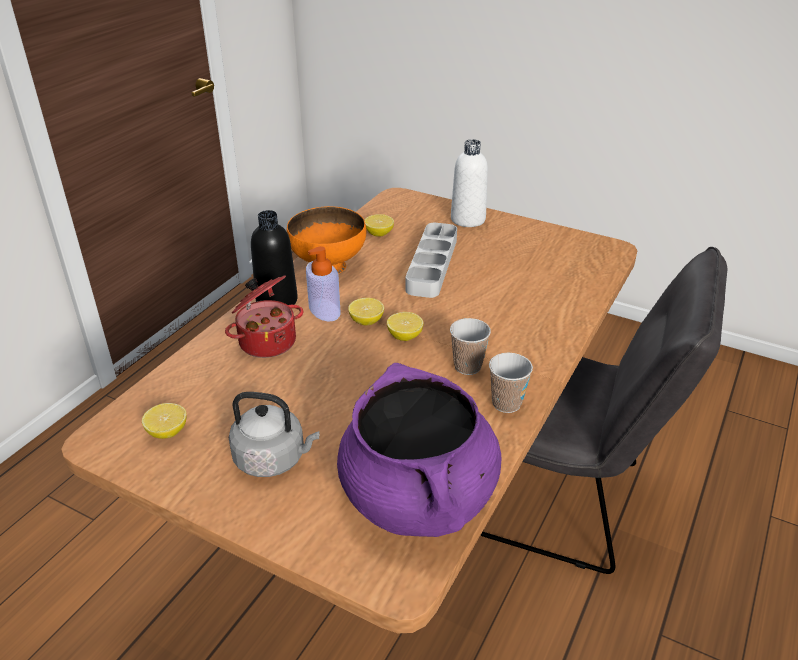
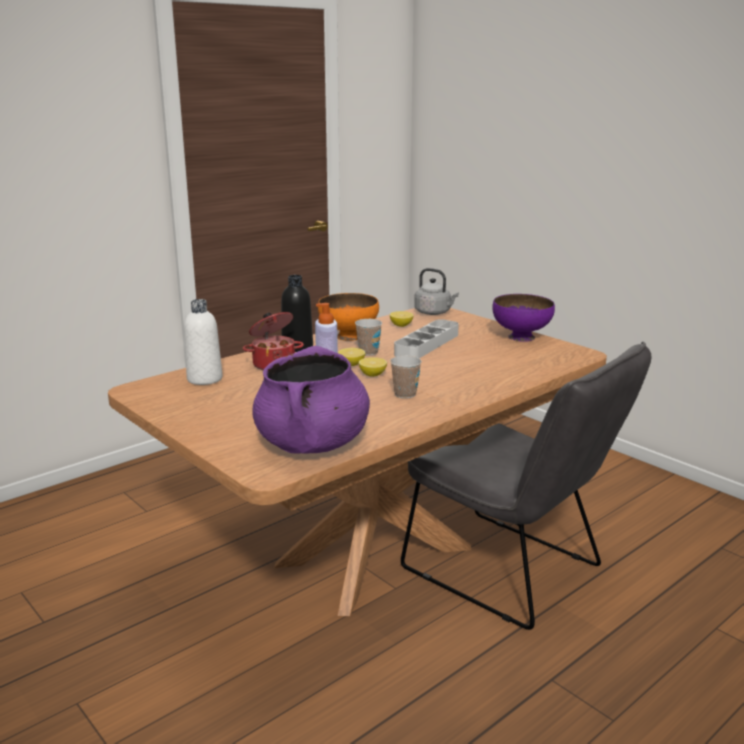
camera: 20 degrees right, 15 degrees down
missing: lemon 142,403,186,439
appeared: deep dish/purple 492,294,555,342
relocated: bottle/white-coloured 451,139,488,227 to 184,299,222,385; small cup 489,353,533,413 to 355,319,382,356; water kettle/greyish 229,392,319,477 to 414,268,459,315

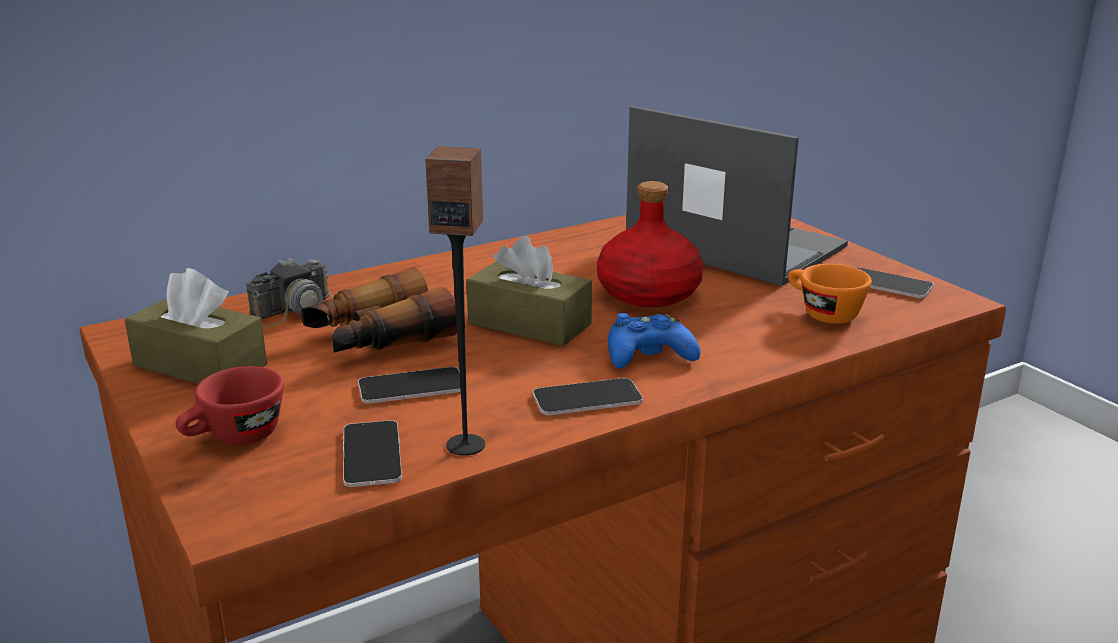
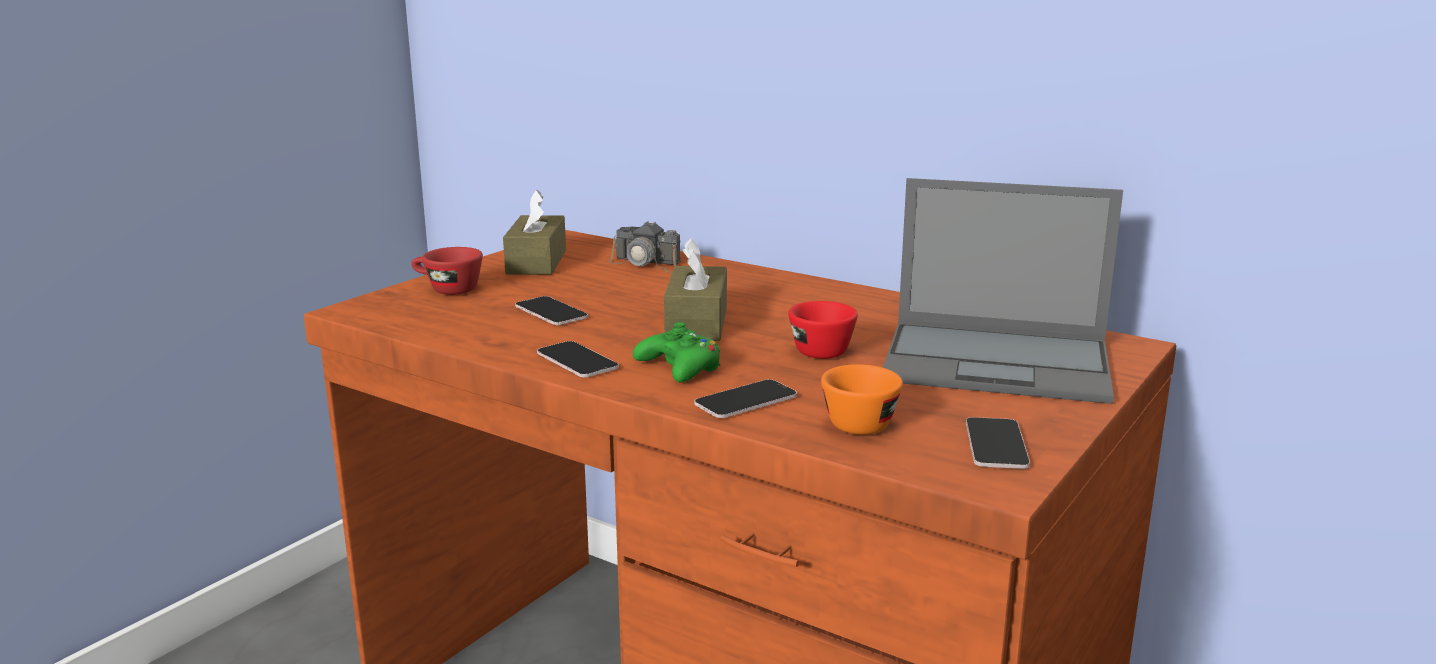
camera: 65 degrees right, 5 degrees down
missing: field glasses 301,267,457,352; audio speaker 425,146,485,456
relocated: telephone 343,420,402,487 to 694,379,797,418
exchanged: bottle/red 597,181,703,307 to small cup/red 788,301,858,359
colour: game controller/bluish 608,313,700,368 to game controller/greenish 633,322,720,382
spun: laptop 626,106,848,286 = 883,178,1123,404 90 degrees clockwise

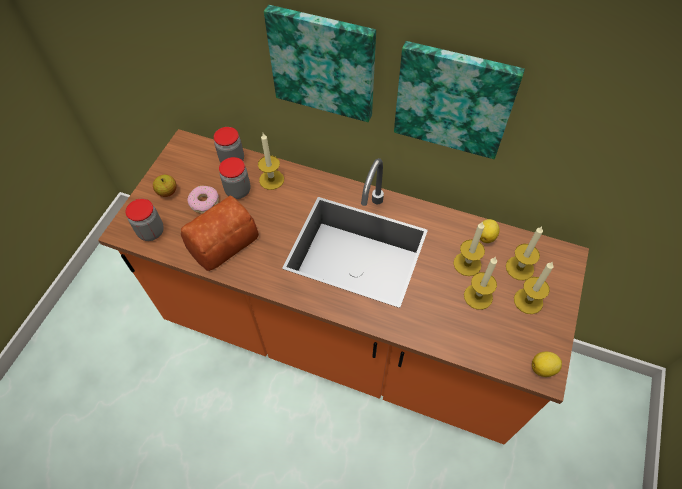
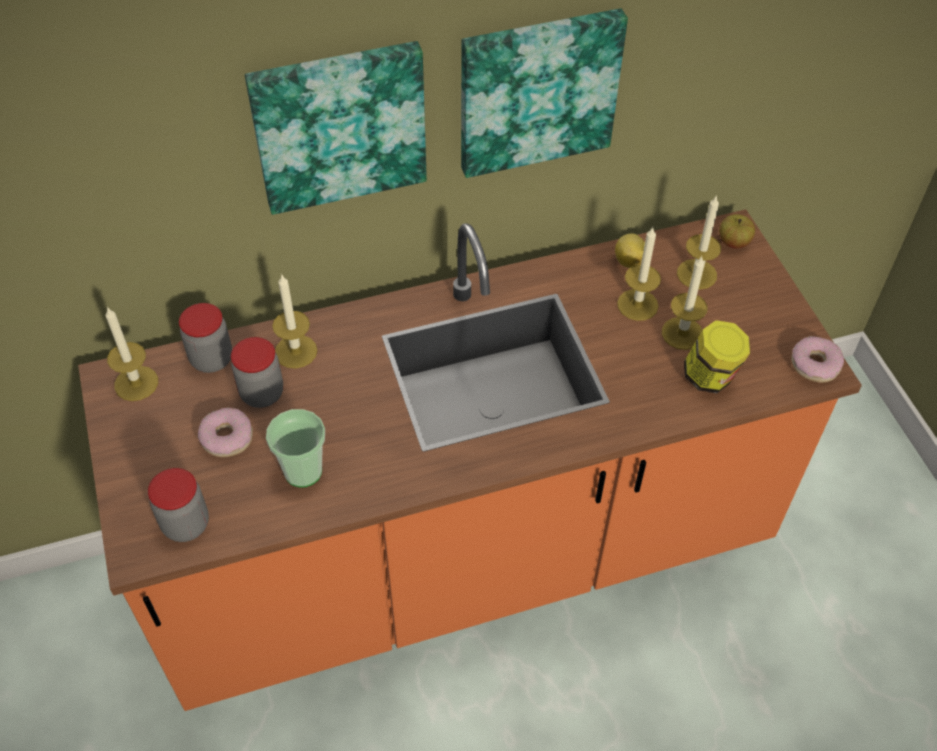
camera: 40 degrees left, 5 degrees down
appeared: preserve jar 684,320,750,393
relocated: wax light 514,261,554,314 to 105,307,158,401; whole apple 153,175,177,197 to 719,214,755,248
exchanged: baked bread 181,196,259,271 to small cup 266,409,325,487; lemon 532,352,562,377 to ring doughnut 792,336,844,383

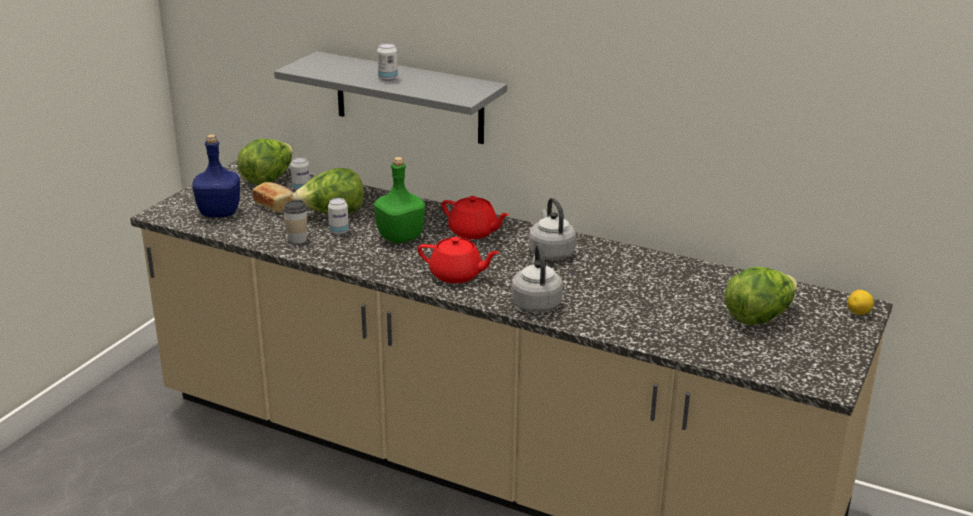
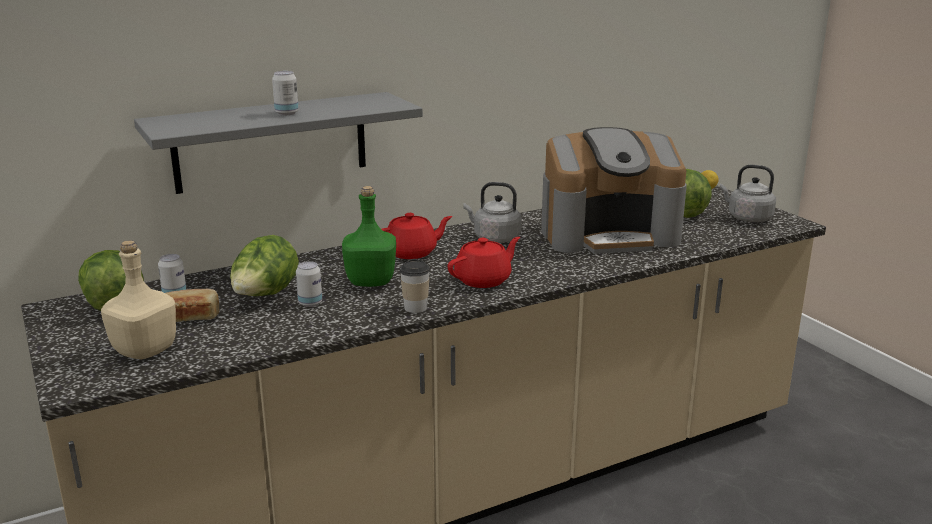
camera: 55 degrees left, 5 degrees down
appeared: coffee brewer 541,127,687,254
relocated: small cup 283,200,308,244 to 400,259,430,313; water kettle/greyish 511,244,563,313 to 720,165,776,222
colour: bottle/bluish 192,135,240,218 to bottle/beige 101,240,176,359

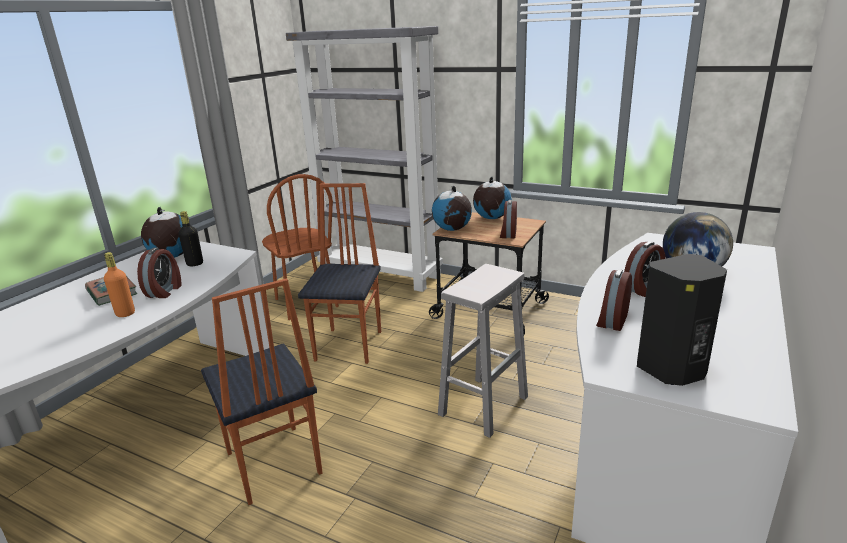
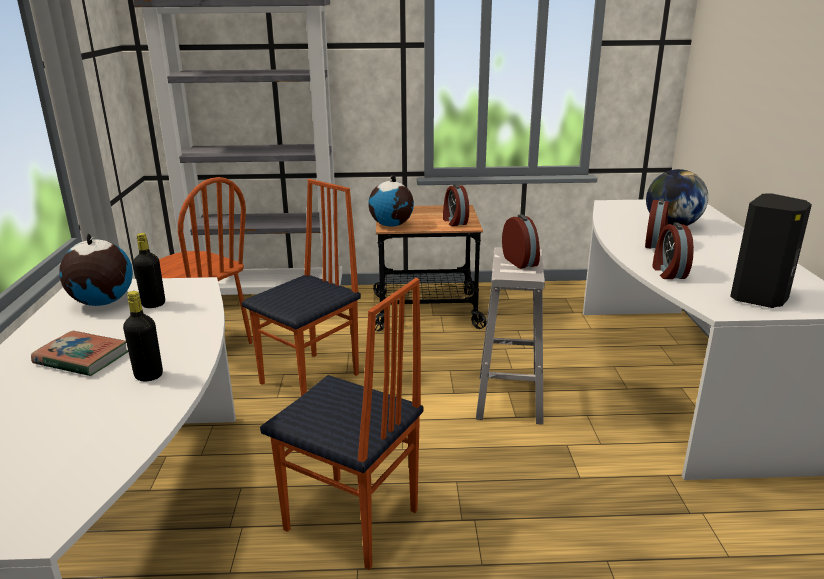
camera: 30 degrees left, 0 degrees up
missing: globe 473,177,512,219
relocated: alarm clock 137,247,181,298 to 502,214,540,269
colour: bottle/orangey 104,252,135,317 to bottle/black-coloured 123,291,163,381
spun: plain chair 298,183,381,364 = 242,179,361,396 60 degrees clockwise

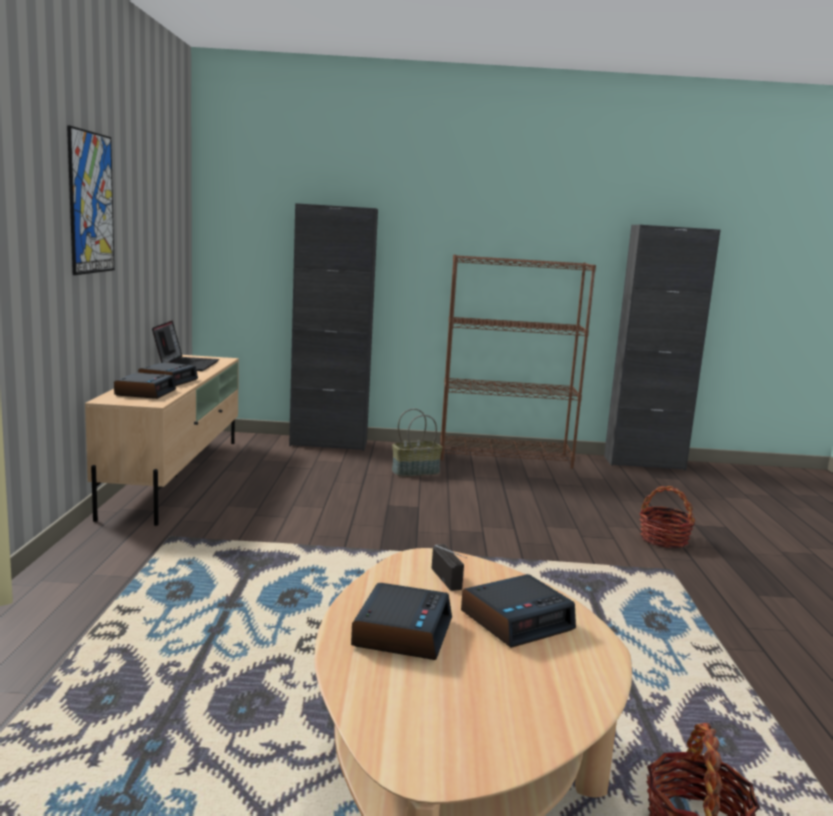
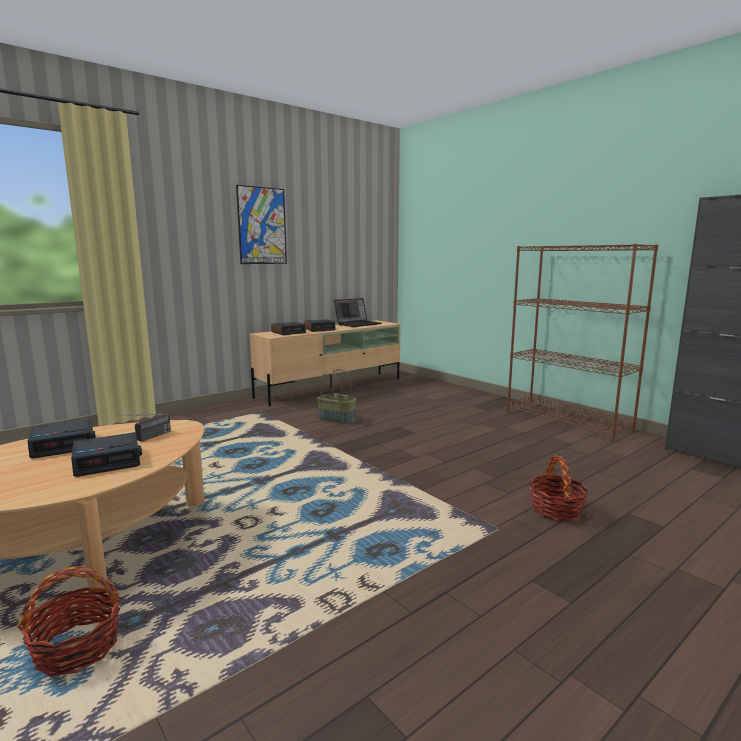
camera: 50 degrees right, 0 degrees up
missing: cupboard/black-coloured 289,203,378,451
relocated: household basket 392,409,443,477 to 317,369,357,424
spun: alarm clock 461,574,576,648 = 71,432,142,477 45 degrees counterclockwise

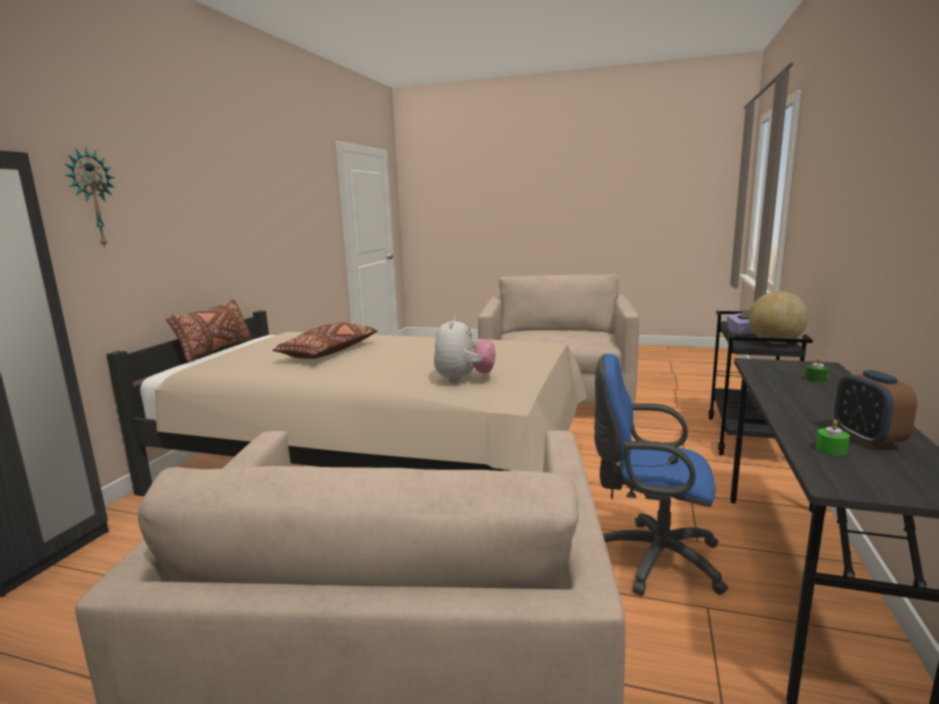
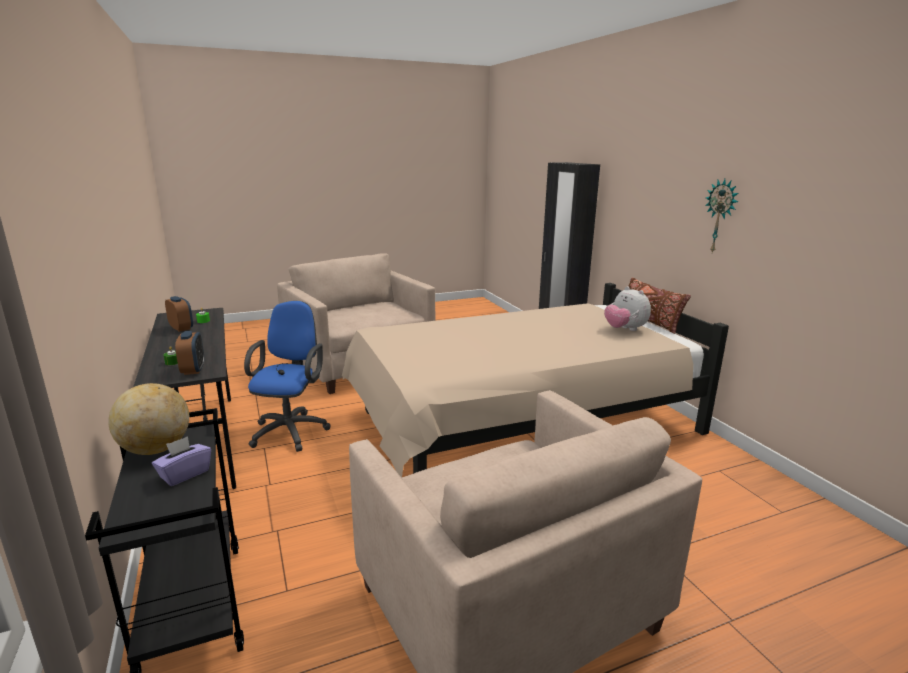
camera: 140 degrees right, 5 degrees up
missing: throw pillow/brown-coloured 272,322,378,359
appeared: alarm clock 175,331,204,375
relocated: soft toy 434,316,495,383 to 604,286,651,331; wall clock 65,147,115,248 to 705,179,739,252
spun: office chair/bluish 594,354,728,596 = 244,301,331,452 60 degrees counterclockwise

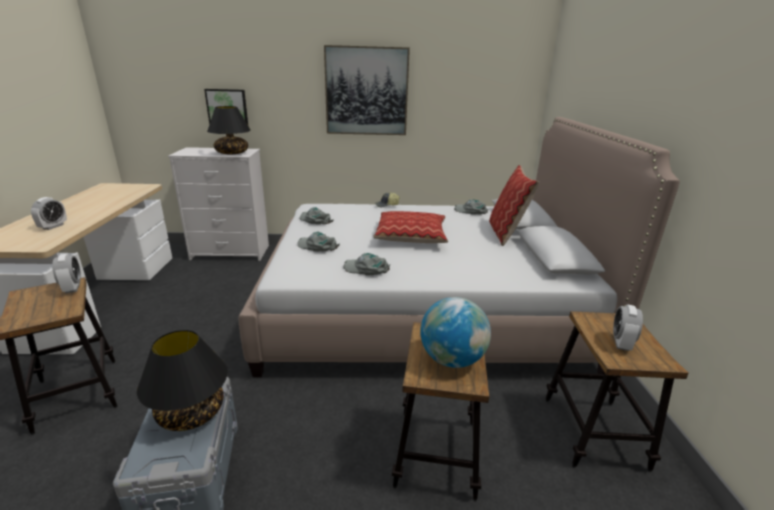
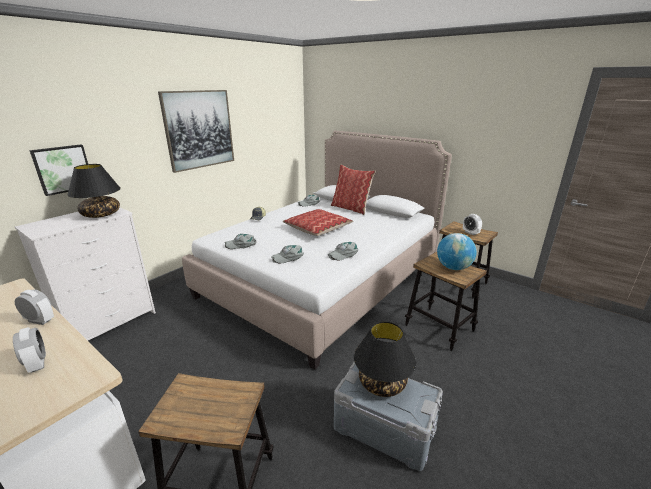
camera: 50 degrees left, 0 degrees up
relocated: alarm clock 52,254,81,293 to 15,290,54,325

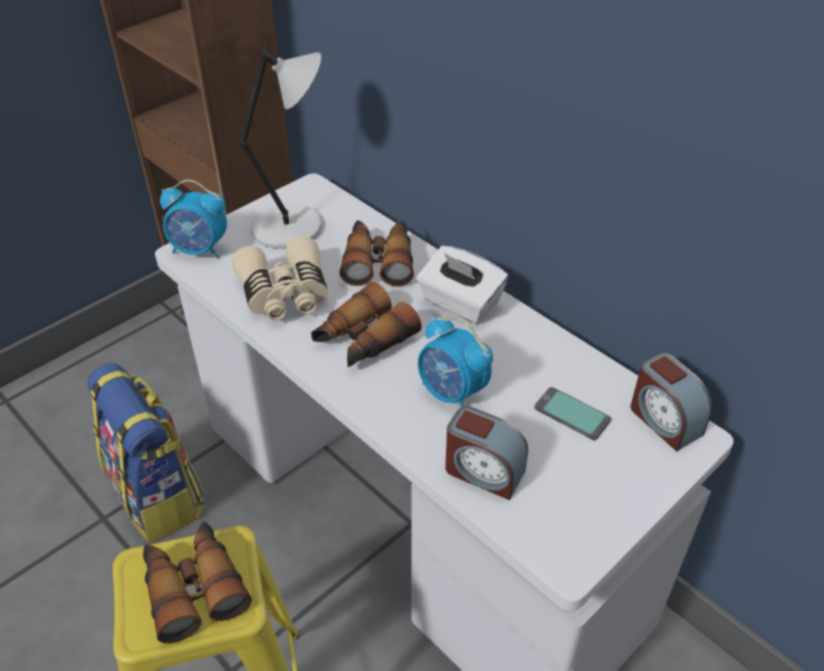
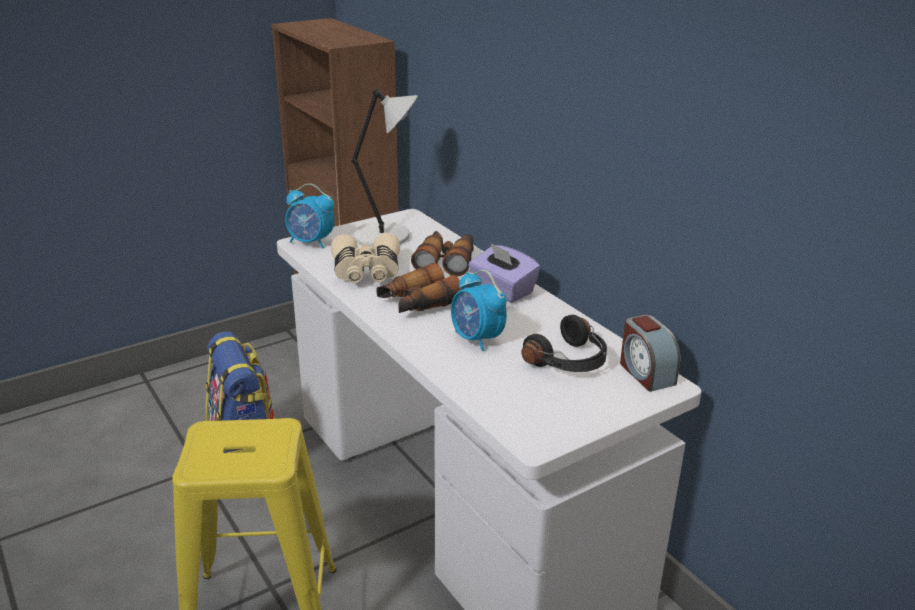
camera: 10 degrees right, 15 degrees down
missing: field glasses 143,522,252,644; alarm clock 445,406,528,500
exchanged: telephone 535,387,611,440 to pair of headphones/black-coloured 521,315,607,372
colour: tissue box/white-coloured 417,246,508,324 to tissue box/purple 468,243,541,303

